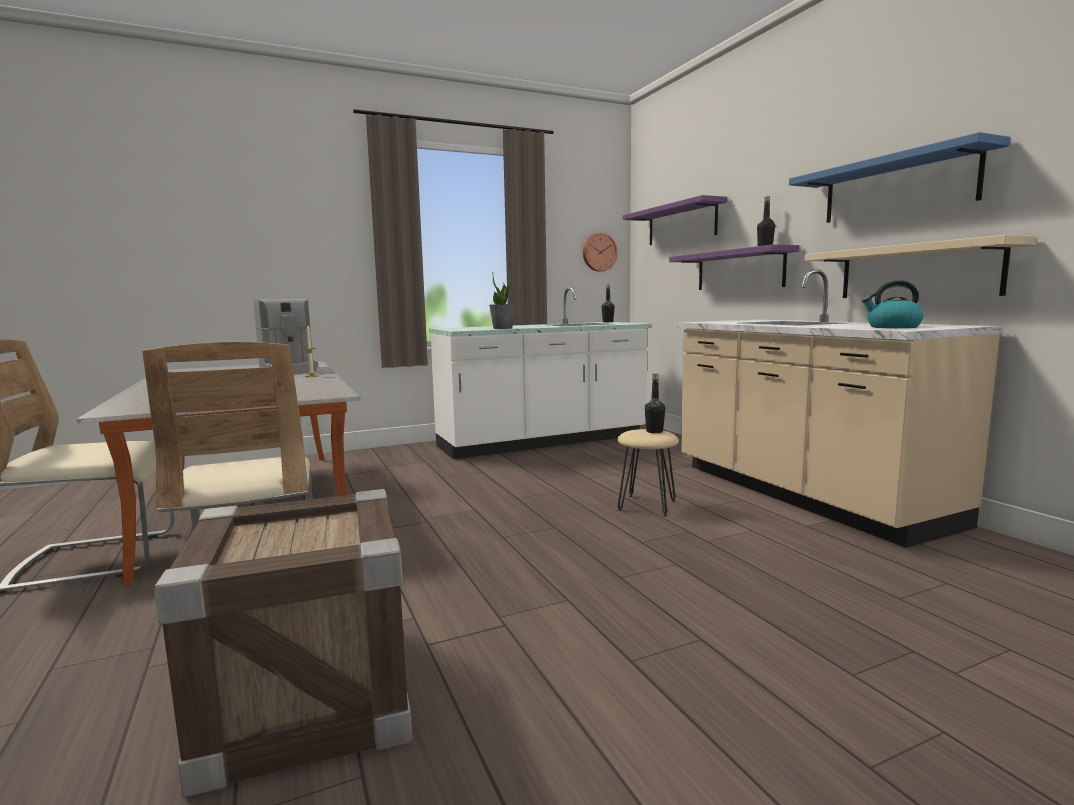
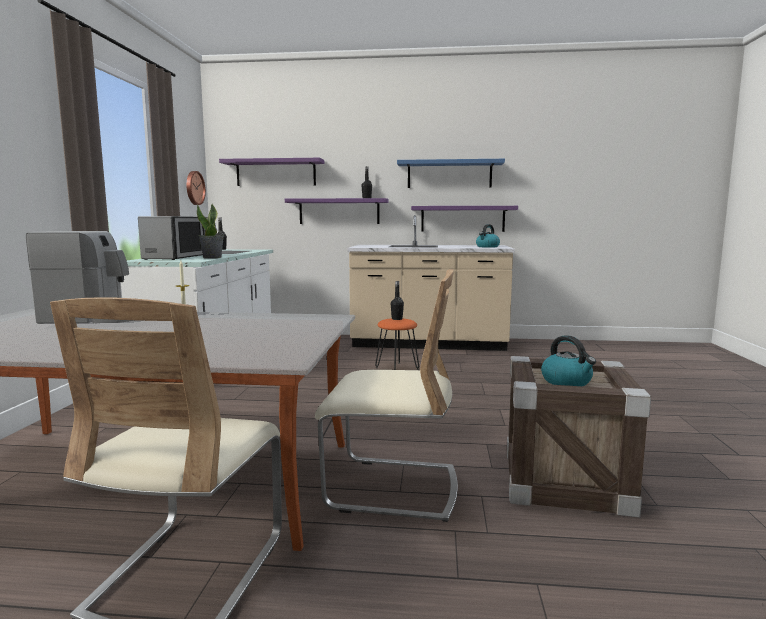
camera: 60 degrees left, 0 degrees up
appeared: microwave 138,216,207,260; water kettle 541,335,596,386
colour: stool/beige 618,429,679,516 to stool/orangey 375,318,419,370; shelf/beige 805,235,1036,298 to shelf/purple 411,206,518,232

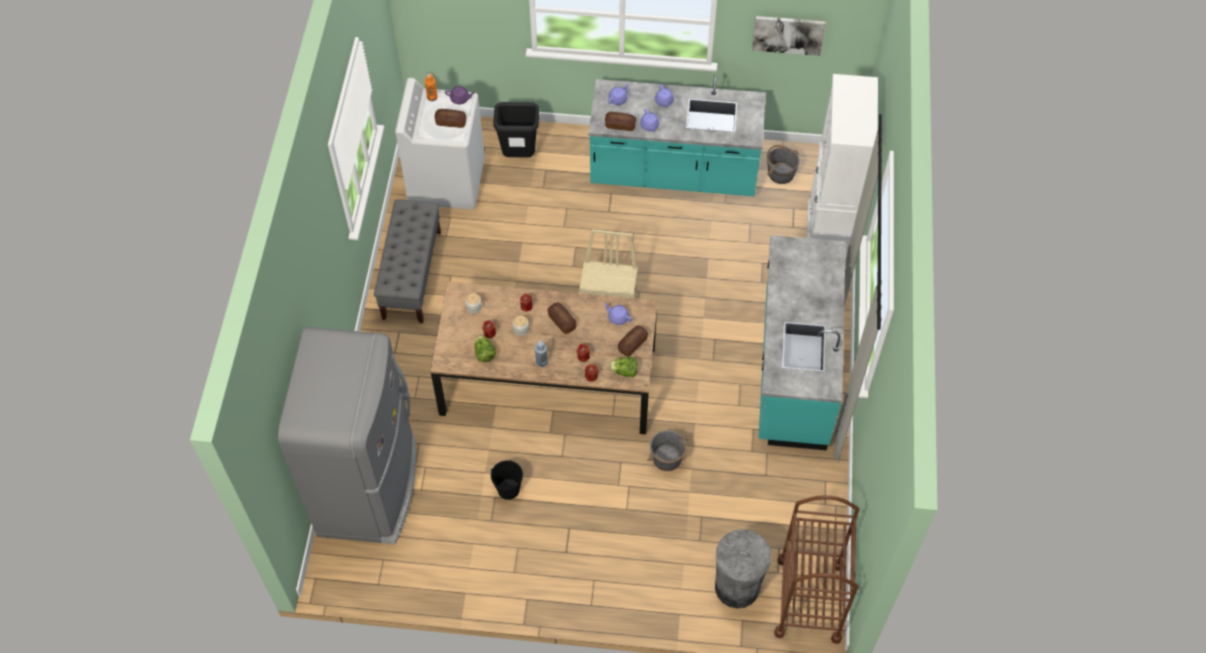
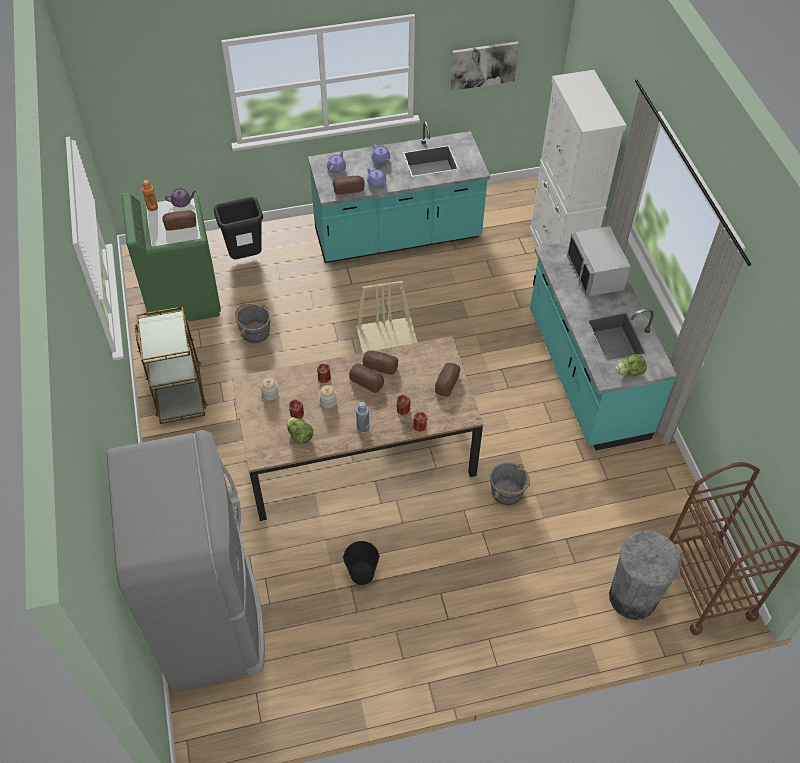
camera: 20 degrees left, 5 degrees down
missing: tea pot/purple 604,303,632,325
appeared: baked bread 363,350,398,375; microwave/greyish 567,226,631,297
relocated: water bucket/greyish 767,145,800,184 to 235,303,270,343; head of lettuce 609,357,638,377 to 615,354,647,376
exchanged: bench/greyish 374,200,441,323 to wheeled cart/brown-coloured 135,306,207,424
colour: laundry appliance/white-coloured 395,78,485,210 to laundry appliance/greenish 121,193,221,321

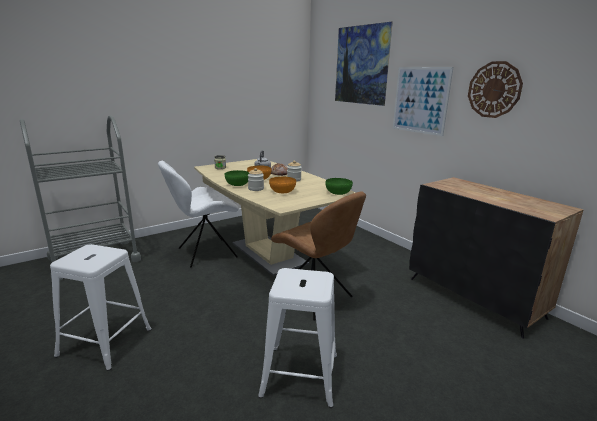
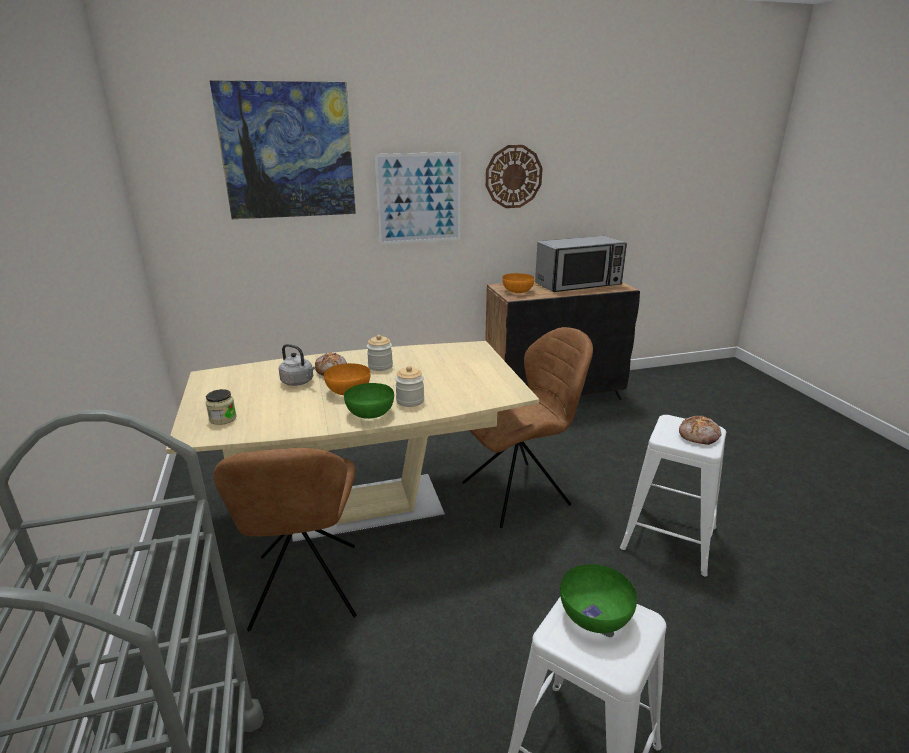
camera: 70 degrees left, 5 degrees up
appeared: microwave 535,236,627,292; baked bread 679,416,721,445
relocated: deep dish/orangey 269,177,296,193 to 502,273,535,293; deep dish/greenish 325,178,353,195 to 560,564,637,633
colour: plain chair/white-coloured 158,161,239,268 to plain chair/brown-coloured 213,448,357,631

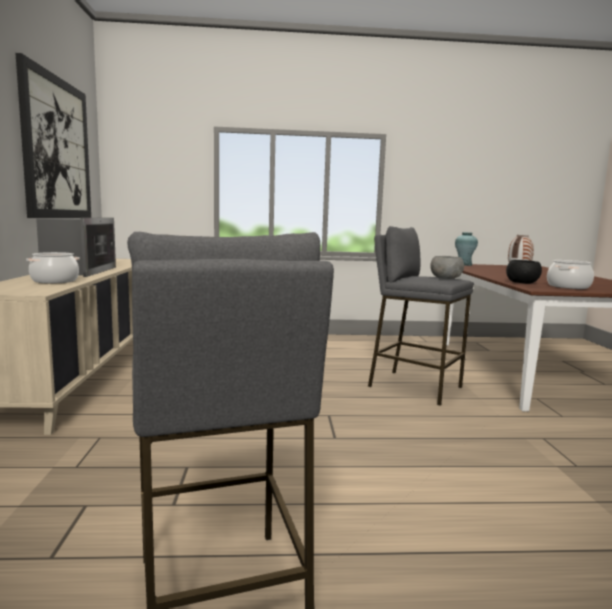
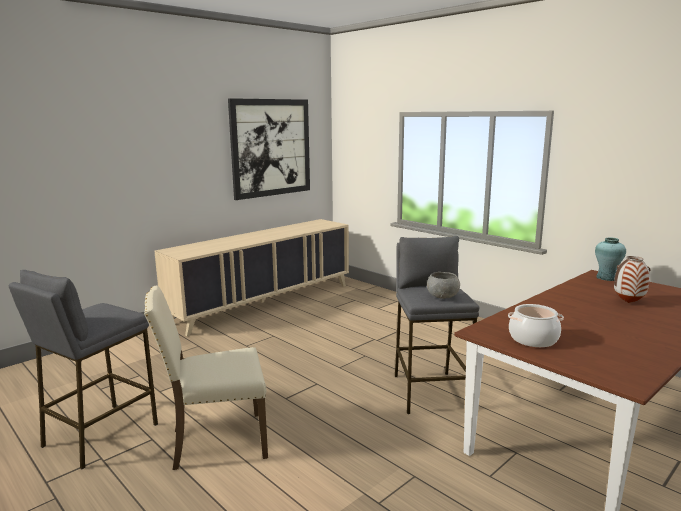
camera: 50 degrees right, 5 degrees up
missing: stockpot 26,252,80,284; microwave 36,218,116,277; deep dish/black-coloured 506,260,542,284
appeared: plain chair/beige 144,286,268,470

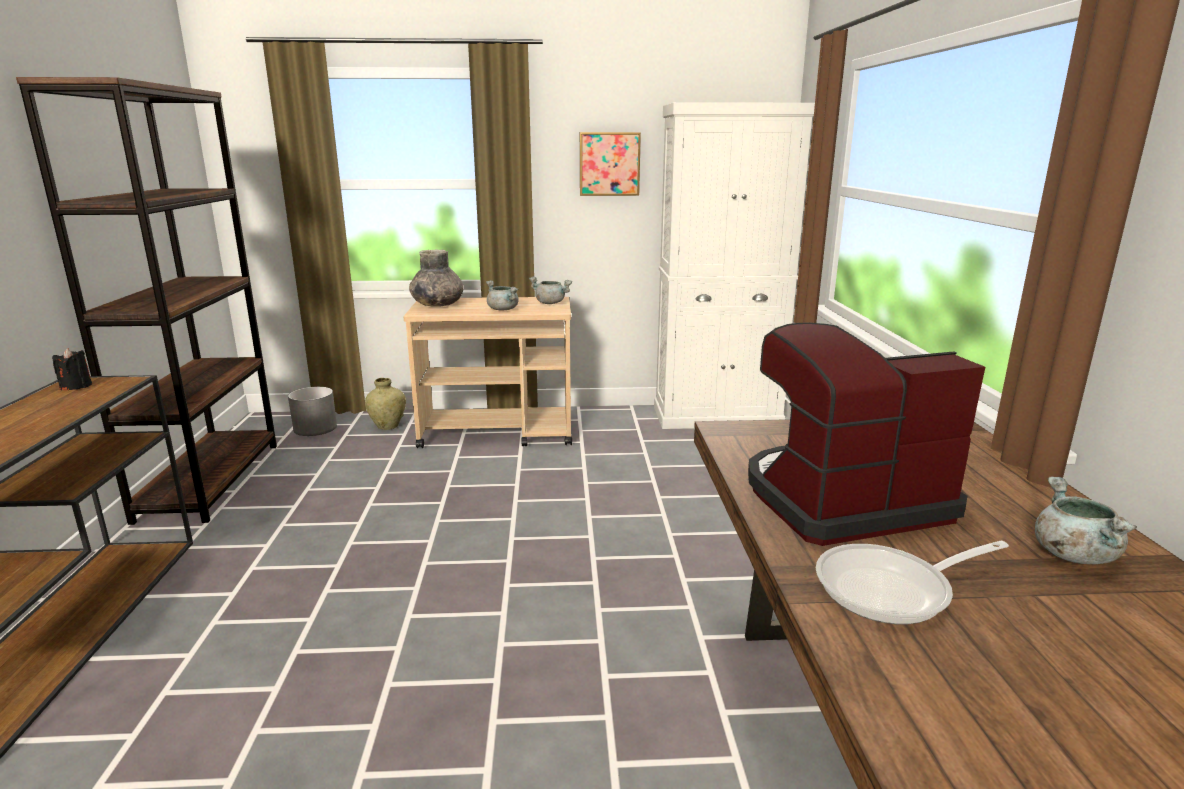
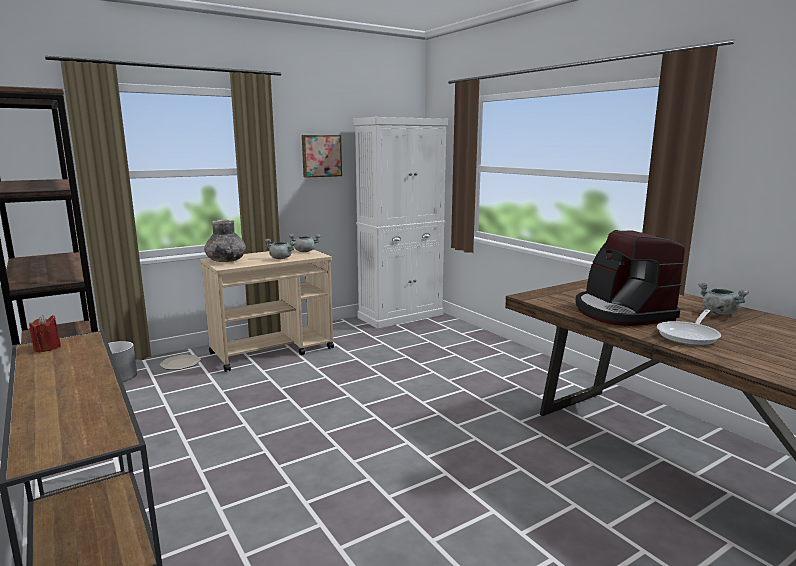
camera: 30 degrees left, 5 degrees down
exchanged: vase/beige 365,378,406,430 to flat dish 160,355,201,370
colour: wax light/black-coloured 52,348,92,390 to wax light/red 29,315,61,353
spun: coffee brewer 748,322,985,546 = 575,230,685,326 60 degrees counterclockwise

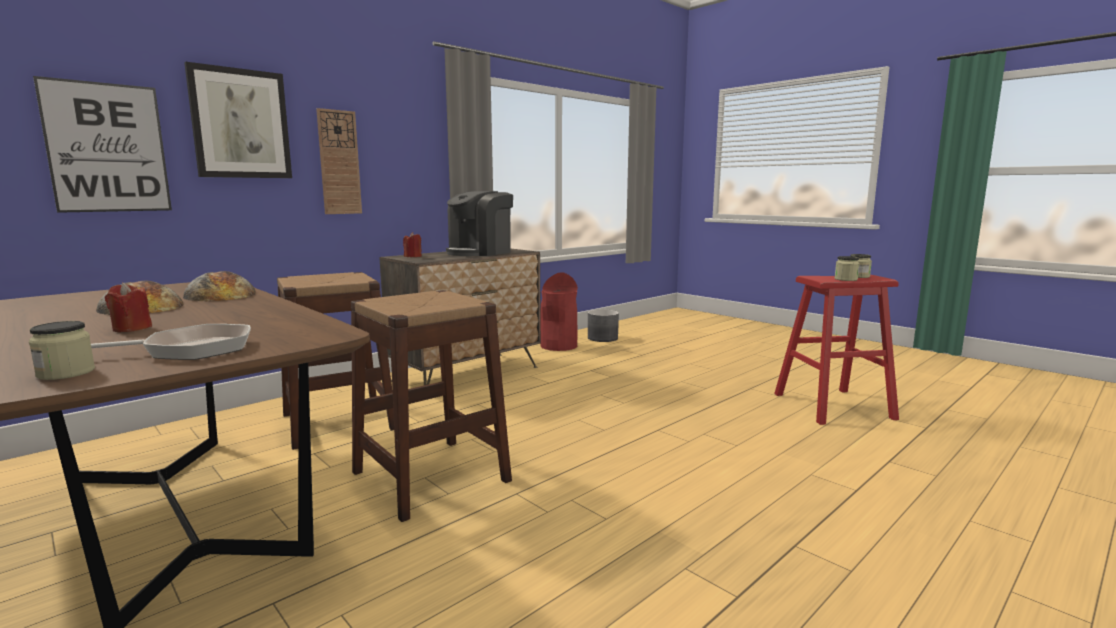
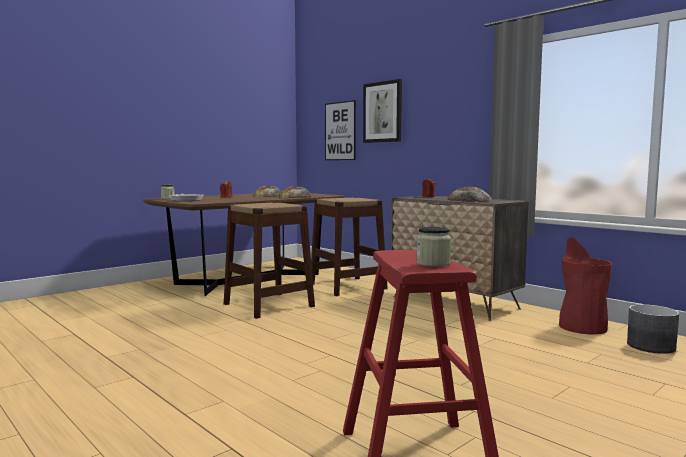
camera: 90 degrees right, 5 degrees down
missing: wall clock 316,108,362,214; preserve jar 834,256,859,281
exchanged: coffee brewer 446,191,513,256 to baked bread 447,187,492,201

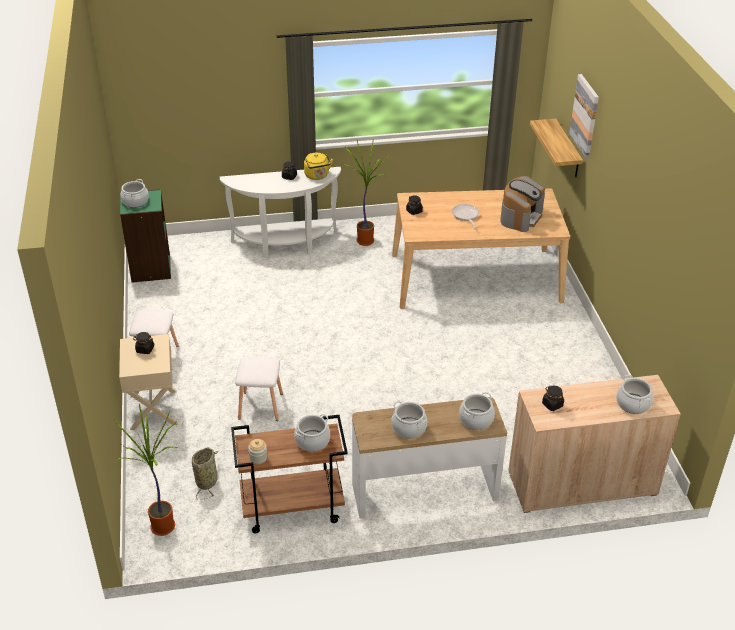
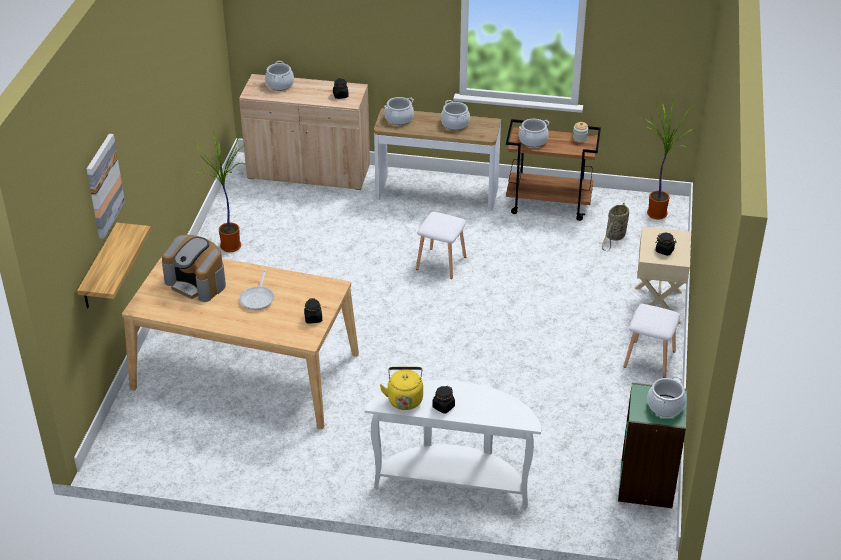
camera: 160 degrees left, 0 degrees up
relocated: houseplant 343,140,392,246 to 193,130,246,252; stool/white-coloured 235,357,283,421 to 416,212,466,279
spun: coffee brewer 500,176,545,232 = 162,235,226,302 105 degrees counterclockwise

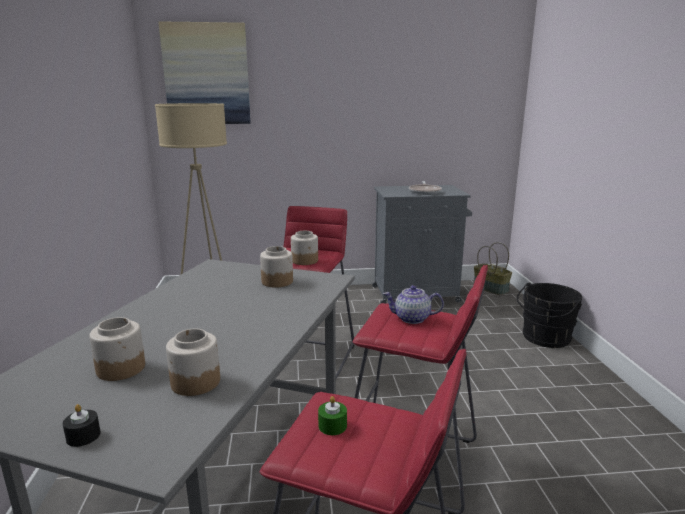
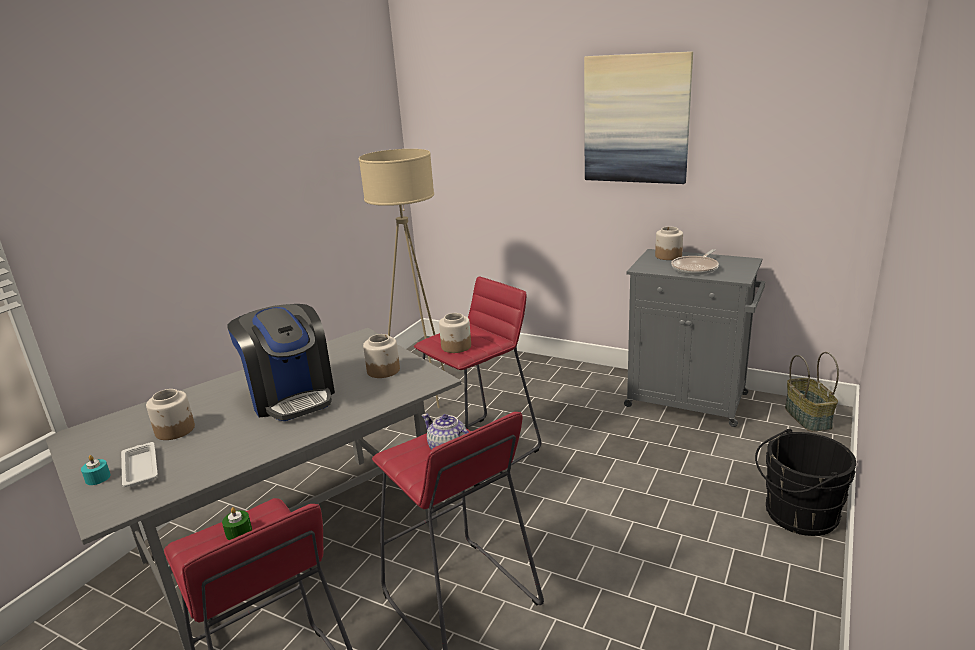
camera: 35 degrees right, 5 degrees up
appeared: carrying tray/white-coloured 121,442,158,487; coffee brewer 227,304,335,421
relocated: picture 158,21,251,124 to 584,51,693,184; preserve jar 166,329,220,396 to 655,227,683,260
colour: wax light/black-coloured 63,404,100,447 to wax light/blue-green 81,455,111,485

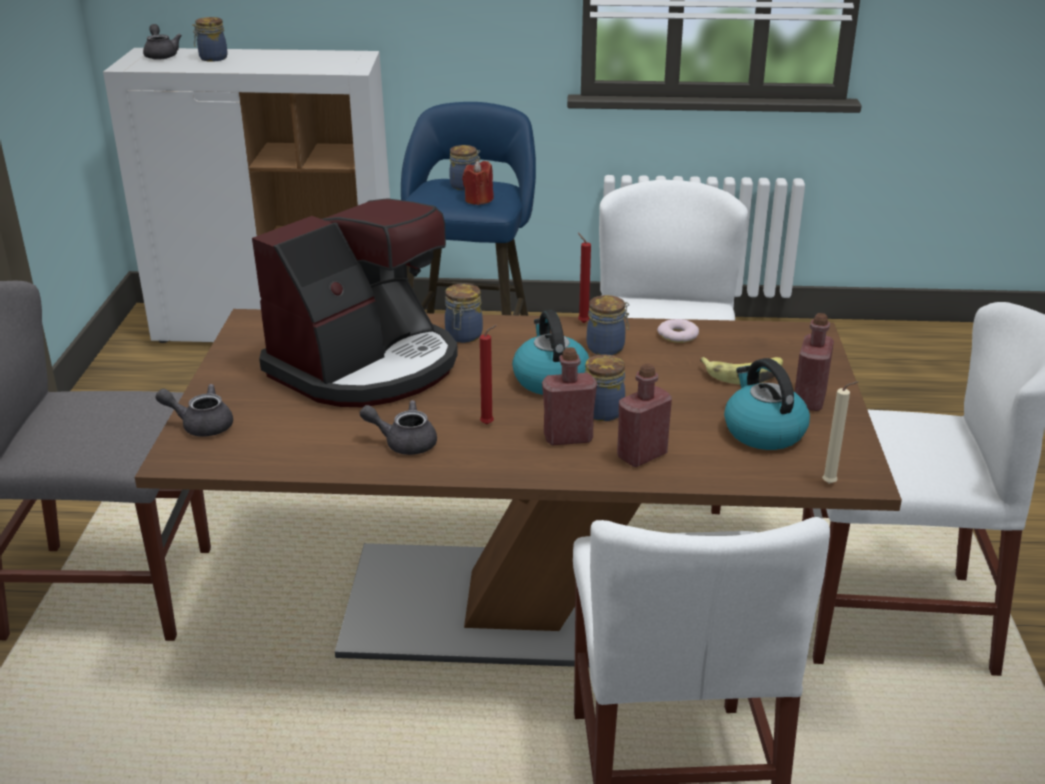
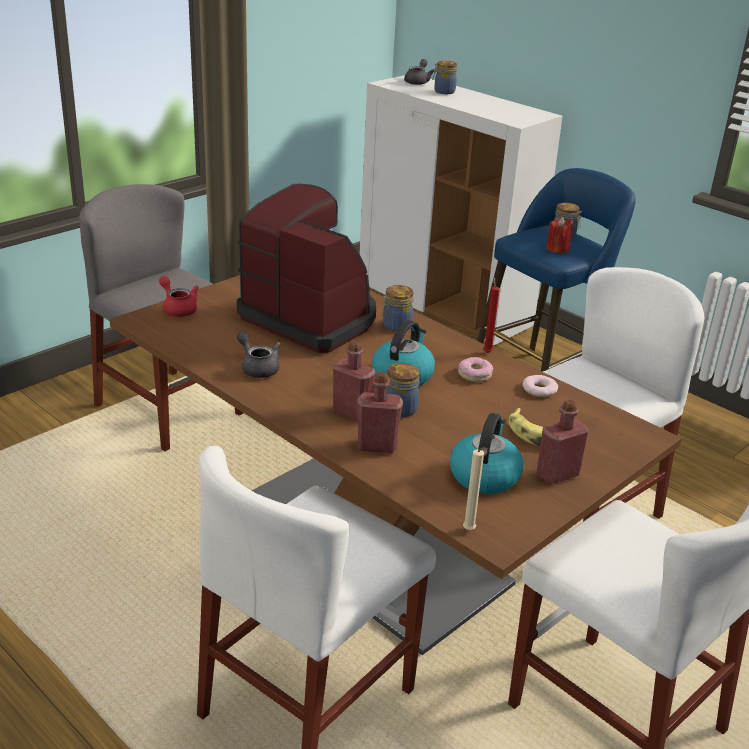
camera: 40 degrees right, 0 degrees up
missing: wax light/red 480,325,497,424
exchanged: preserve jar 587,295,629,355 to ring doughnut 458,357,493,382
colour: tea pot/greyish 156,384,233,437 to tea pot/red 159,276,199,317
spun: coffee brewer 252,198,458,407 = 237,184,376,353 135 degrees counterclockwise

